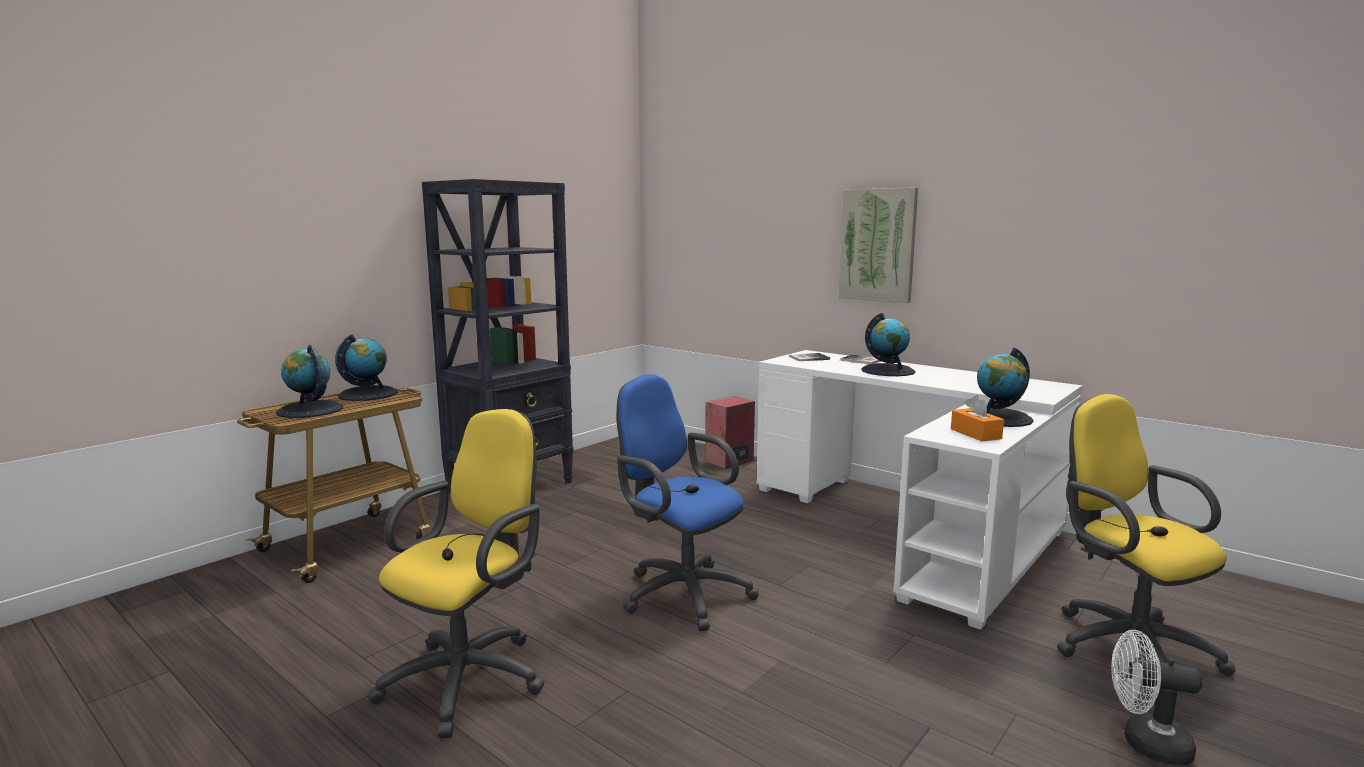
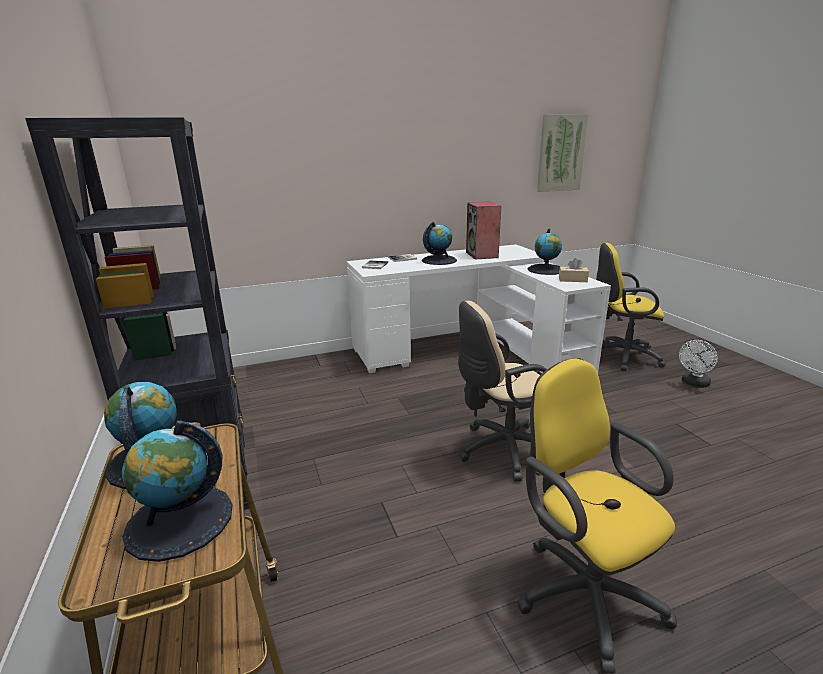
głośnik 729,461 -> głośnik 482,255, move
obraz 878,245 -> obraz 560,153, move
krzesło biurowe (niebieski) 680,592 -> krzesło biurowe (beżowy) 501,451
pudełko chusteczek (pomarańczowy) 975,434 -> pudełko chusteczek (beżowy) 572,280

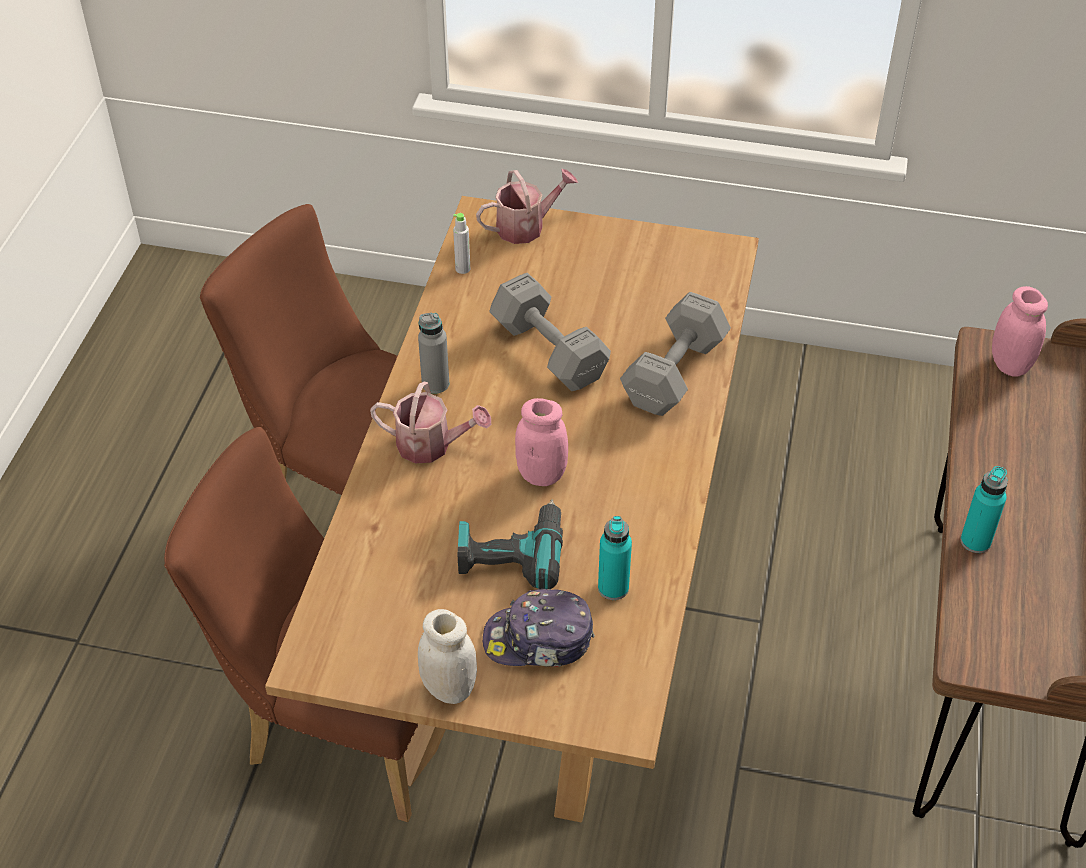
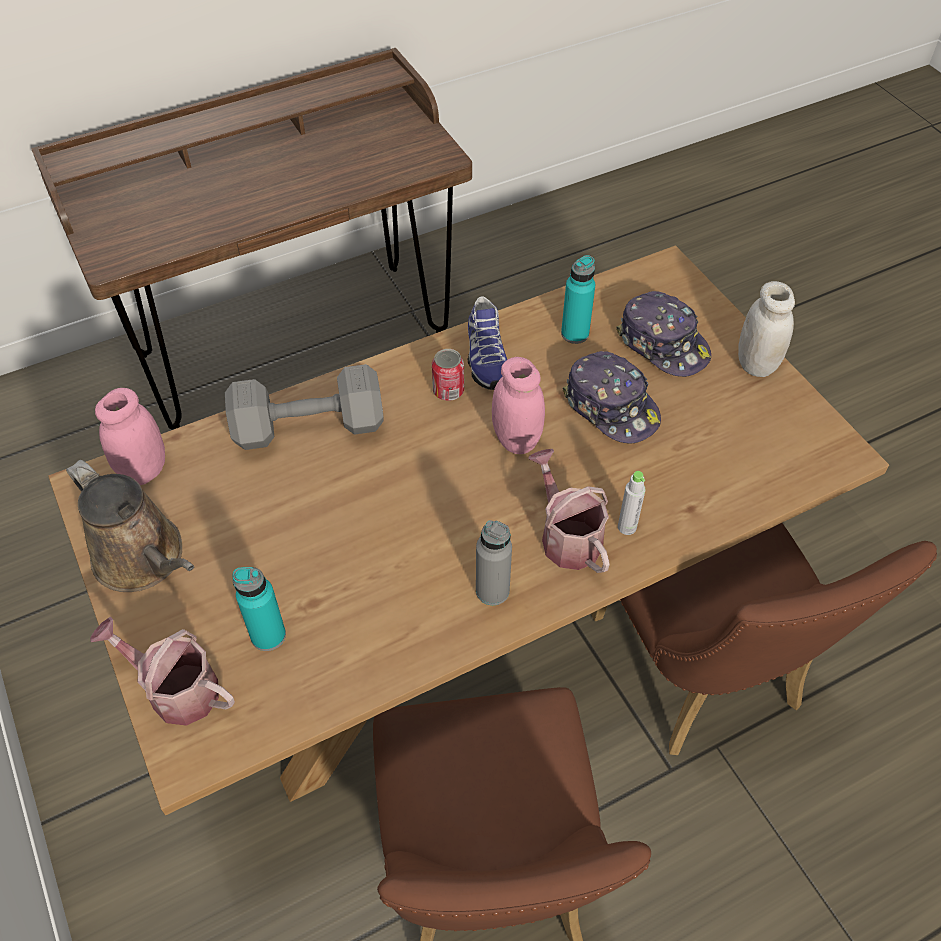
hantel (szary) 548,348 -> none
none -> konewka (brązowy) 144,559
none -> puszka 448,391
none -> but 485,359
butelka (szary) 462,269 -> butelka (szary) 627,527, move
butelka (turkusowy) 975,541 -> butelka (turkusowy) 268,635, move
słoik (różowy) 1010,364 -> słoik (różowy) 144,470, move
wiertarka 511,552 -> czapka z daszkiem 611,407

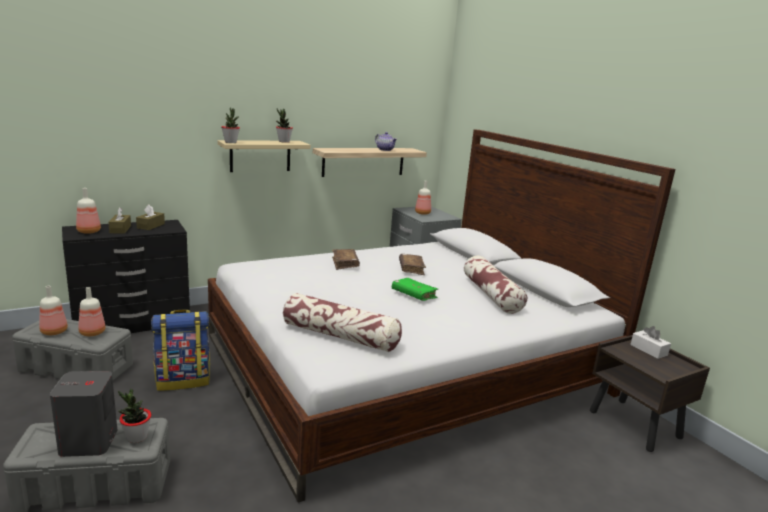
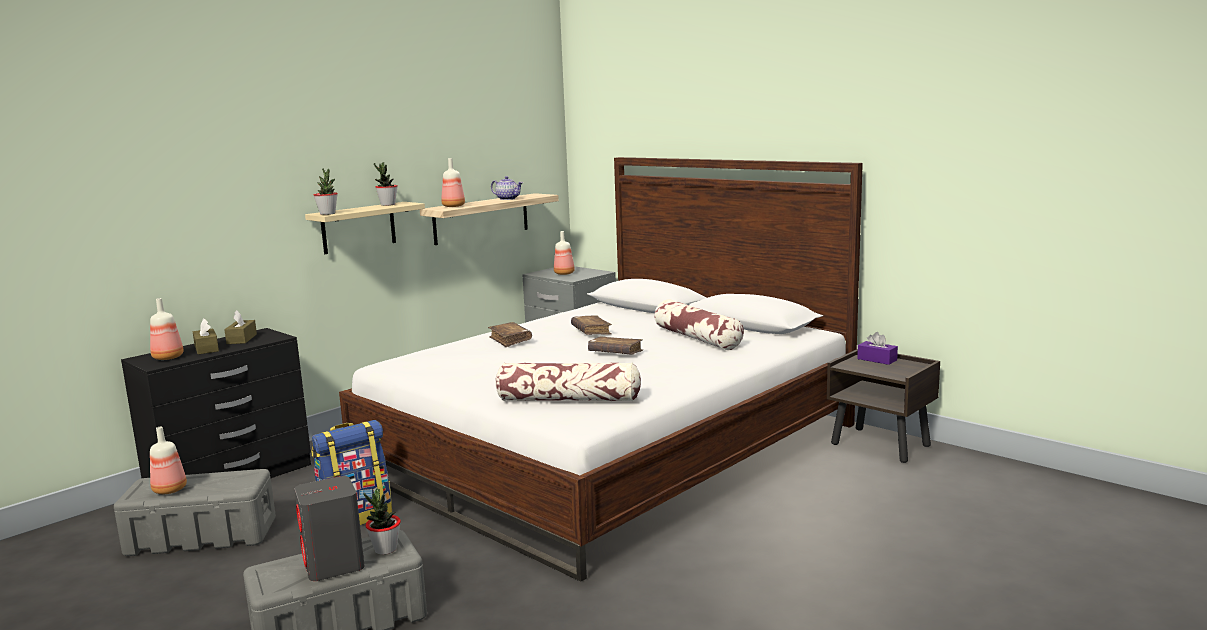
butelka 92,333 -> butelka 453,206, move
książka (zielony) 413,295 -> książka (brązowy) 615,353
pudełko chusteczek (biały) 648,350 -> pudełko chusteczek (fioletowy) 877,359

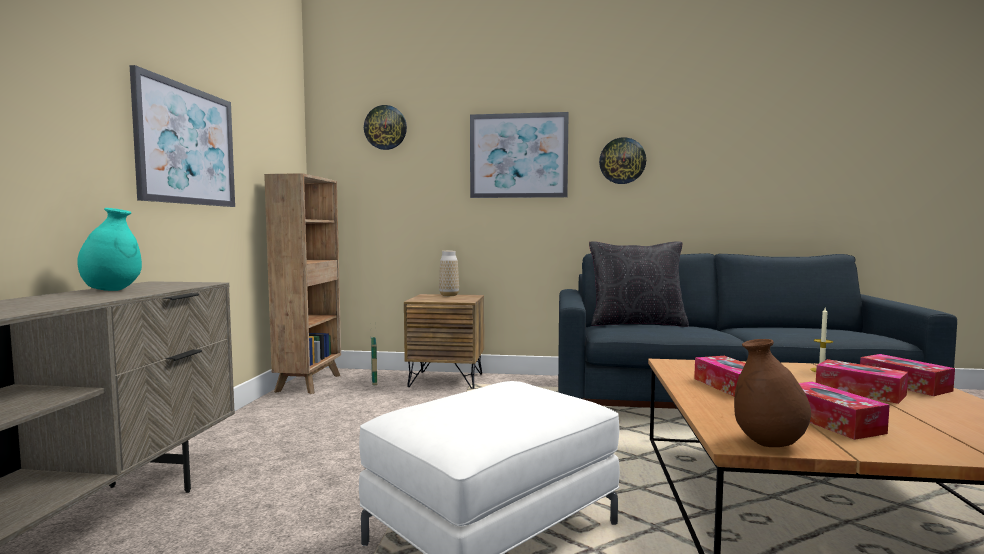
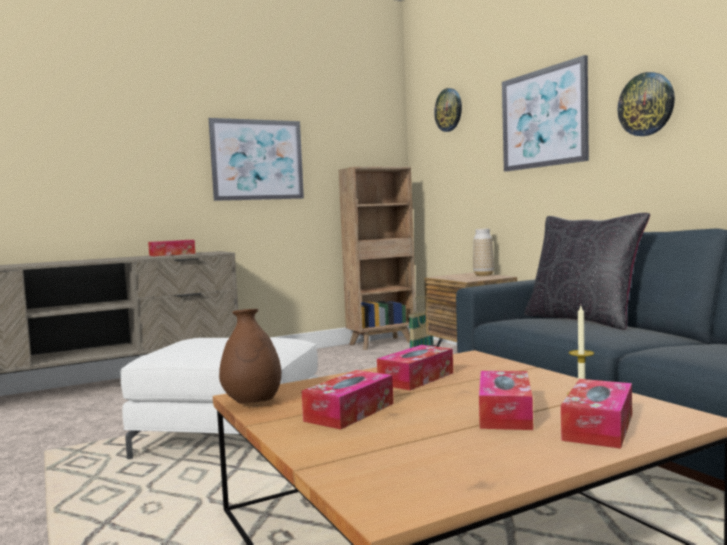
wazon (turkusowy) 112,290 -> pudełko chusteczek 172,254

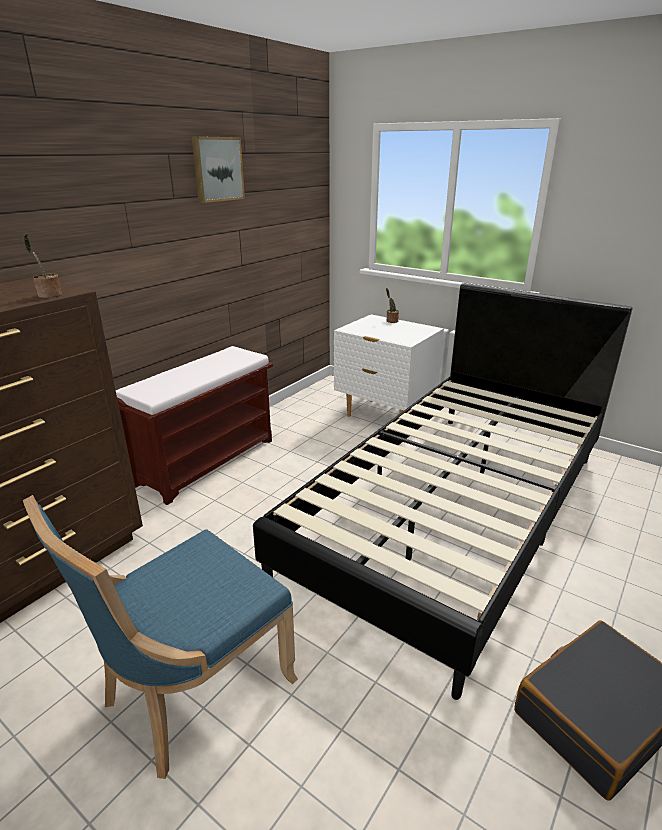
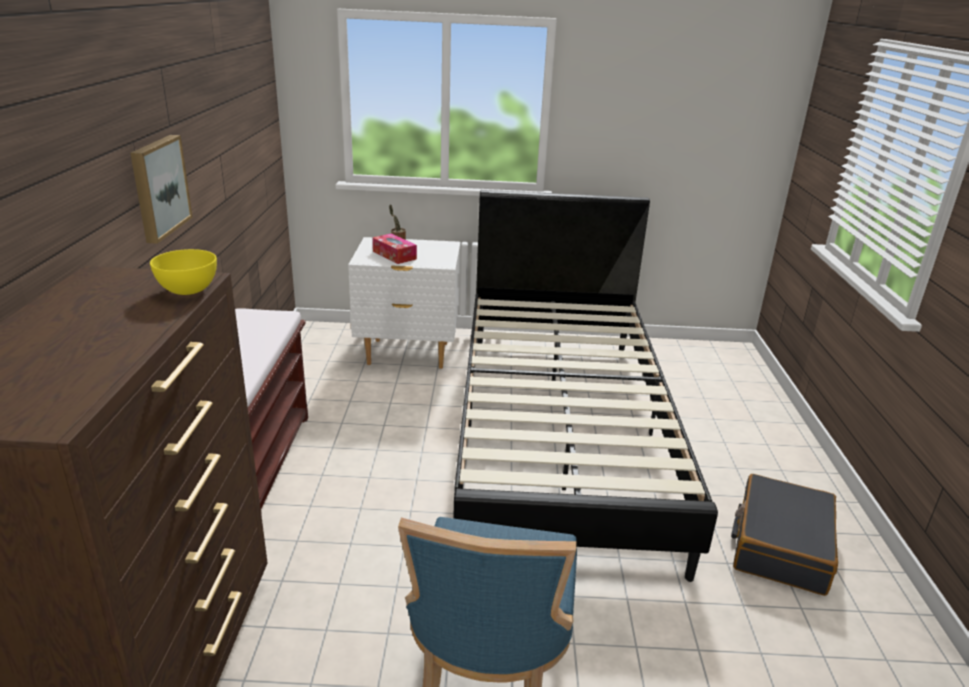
none -> pudełko chusteczek 394,255
obraz 217,169 -> obraz 158,187, move
roślina doniczkowa 49,295 -> miska (żółty) 188,290

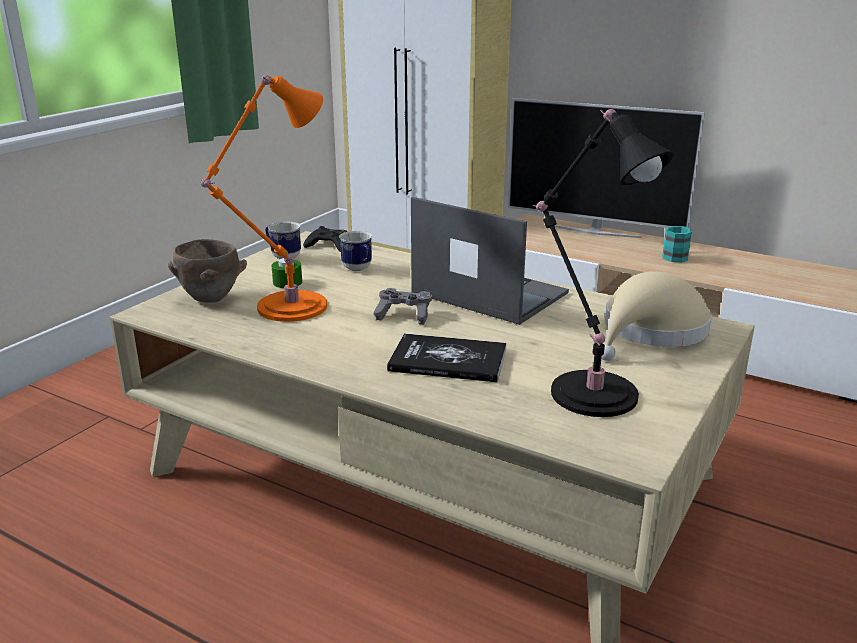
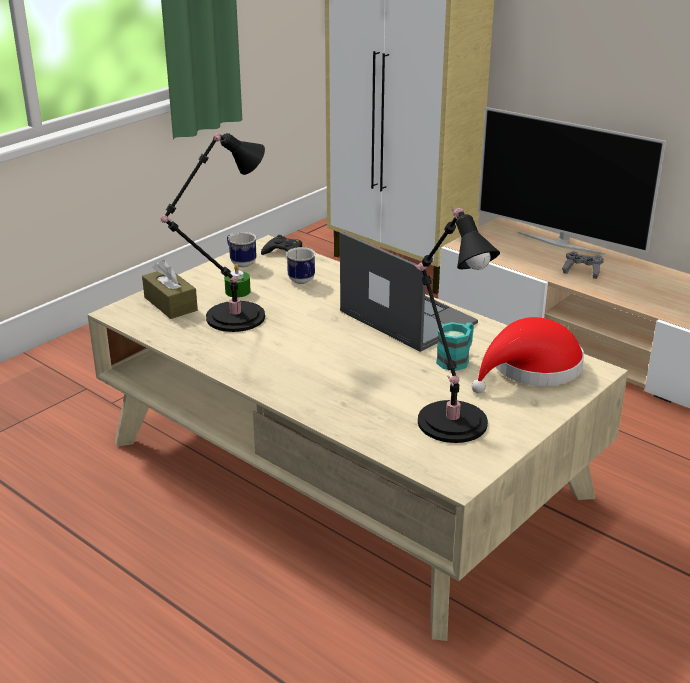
książka 448,360 -> none
pad do gier (szary) 404,315 -> pad do gier (szary) 582,271, move
kubek (turkusowy) 676,256 -> kubek (turkusowy) 456,359, move
miska (brązowy) 211,299 -> pudełko chusteczek (brązowy) 170,304
lampa stołowa (pomarańczowy) 286,308 -> lampa stołowa (czarny) 230,318
kapelusz (beżowy) 651,332 -> kapelusz (czerwony) 531,369

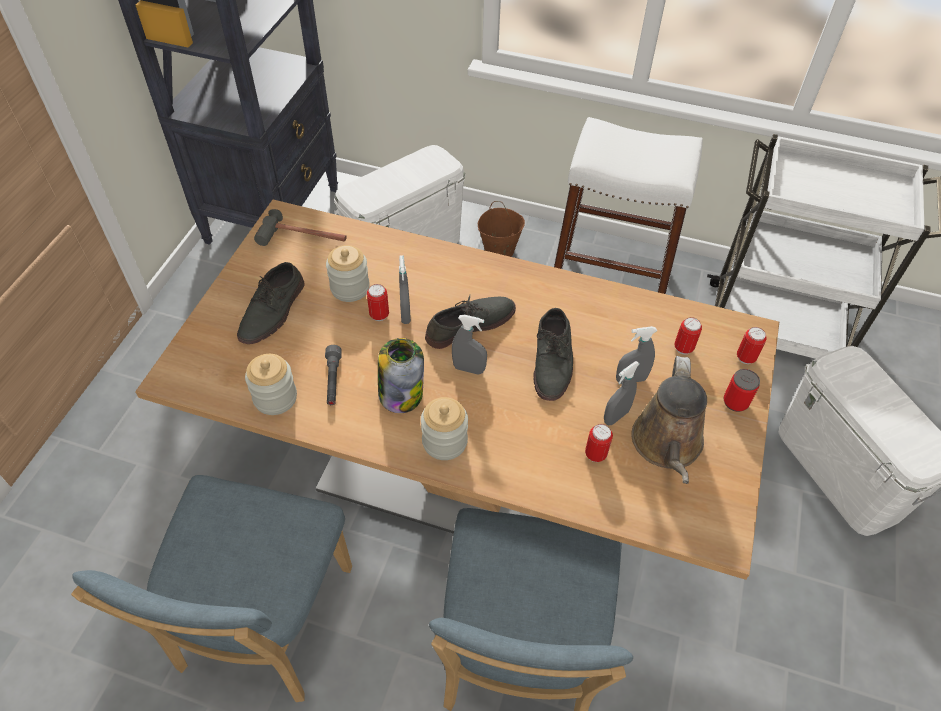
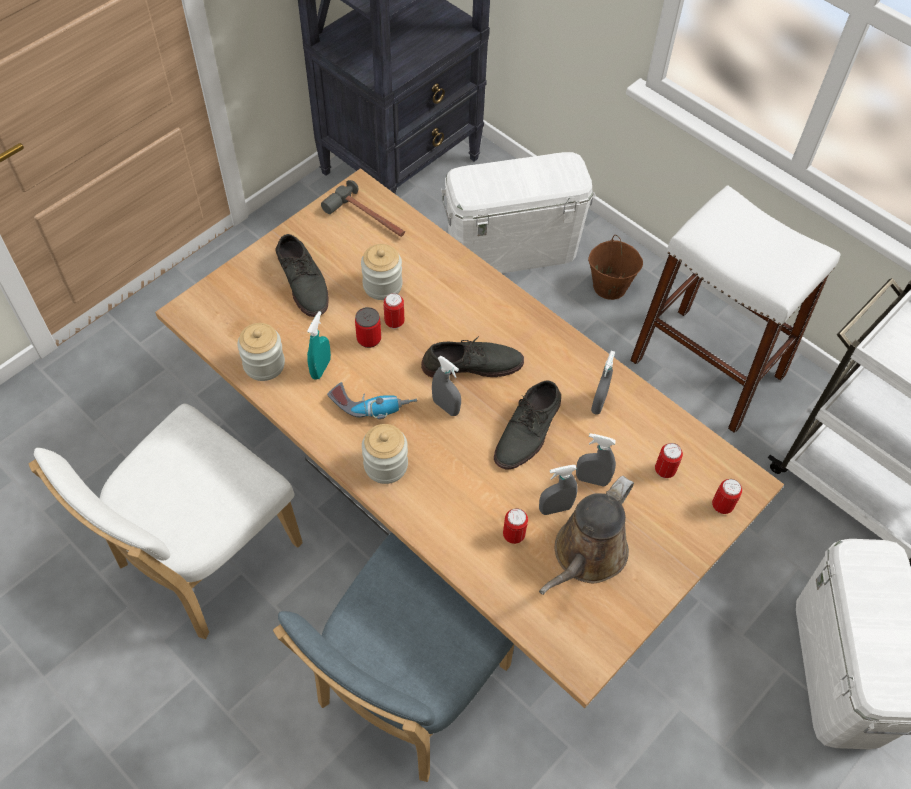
spryskiwacz (szary) 405,314 -> spryskiwacz (szary) 598,403, move
puszka 735,402 -> puszka 369,339, move
latarka (szary) 333,380 -> spryskiwacz (turkusowy) 321,368
słoik 401,393 -> wiertarka 372,404
krzesło (niebieski) 262,626 -> krzesło (biały) 202,559
but (szary) 273,311 -> but (szary) 304,281, 75 degrees counterclockwise

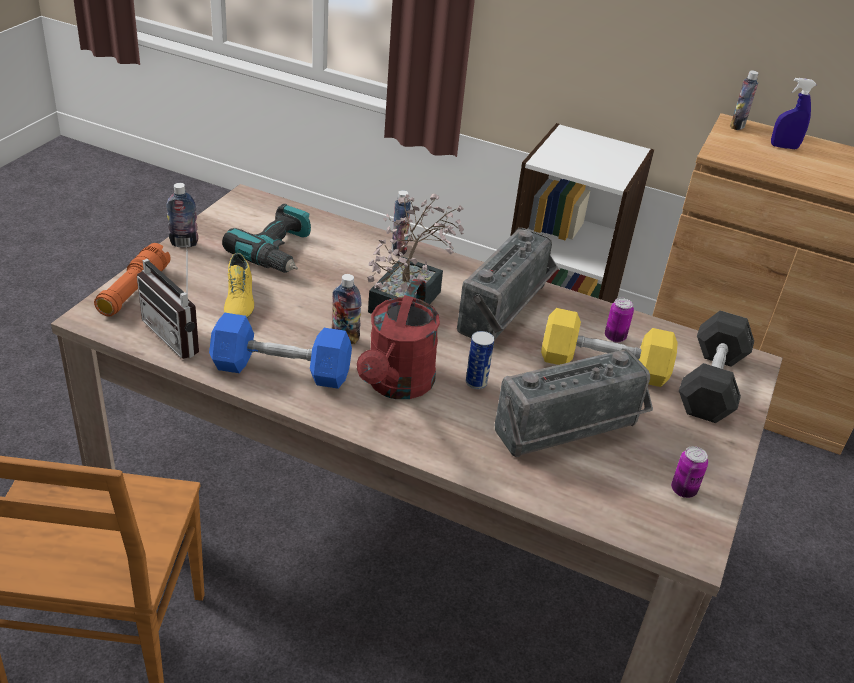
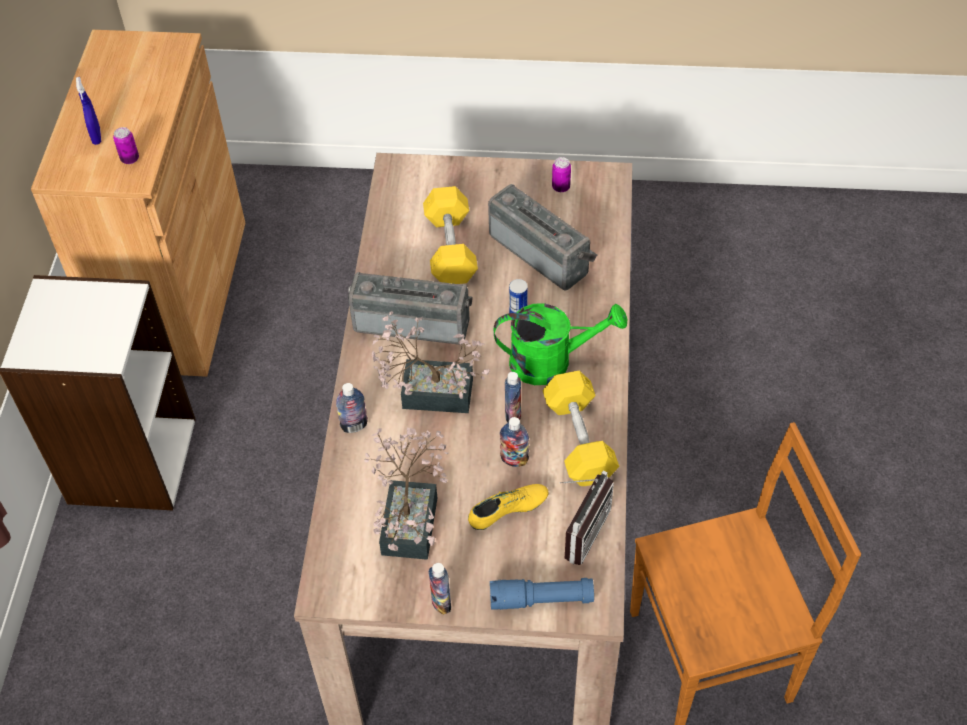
hantel (szary) 711,383 -> none
puszka 615,337 -> puszka 130,159, move
butelka 737,126 -> butelka 514,460, move
wiertarka 278,252 -> roślina doniczkowa 412,517
latarka (pomarańczowy) 134,291 -> latarka (niebieski) 541,599
hantel (niebieski) 281,370 -> hantel (żółty) 579,440
konewka (czerwony) 397,385 -> konewka (zielony) 551,361

